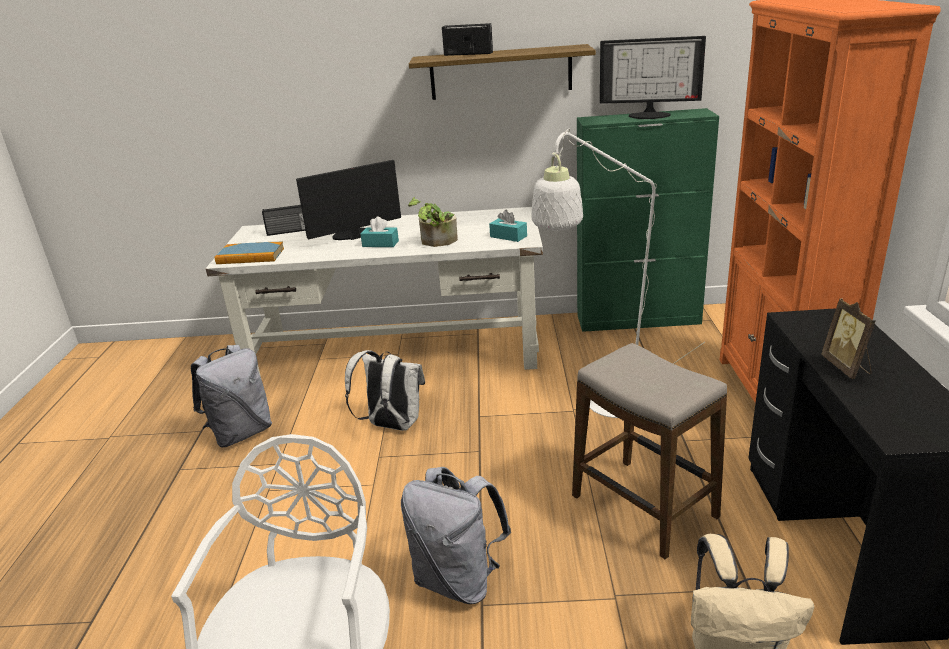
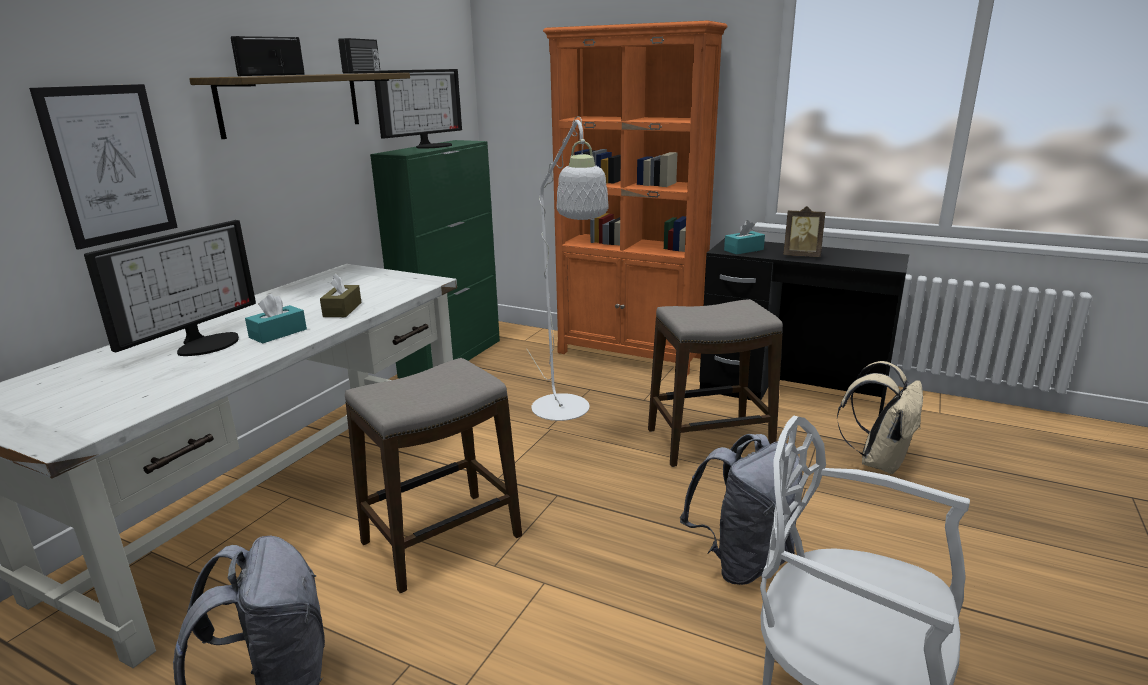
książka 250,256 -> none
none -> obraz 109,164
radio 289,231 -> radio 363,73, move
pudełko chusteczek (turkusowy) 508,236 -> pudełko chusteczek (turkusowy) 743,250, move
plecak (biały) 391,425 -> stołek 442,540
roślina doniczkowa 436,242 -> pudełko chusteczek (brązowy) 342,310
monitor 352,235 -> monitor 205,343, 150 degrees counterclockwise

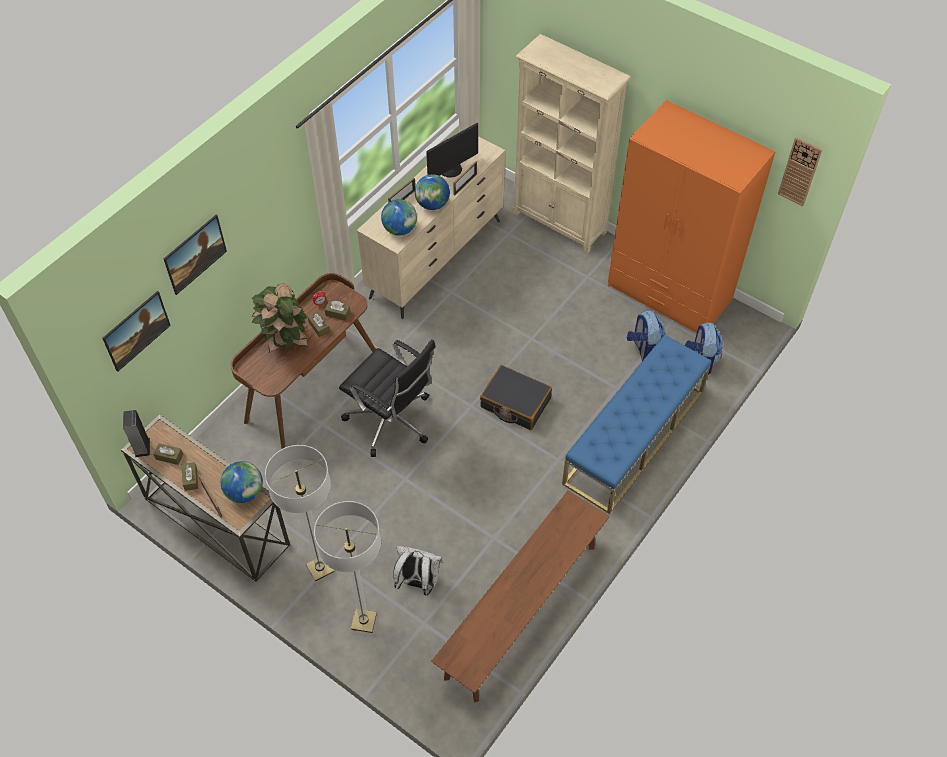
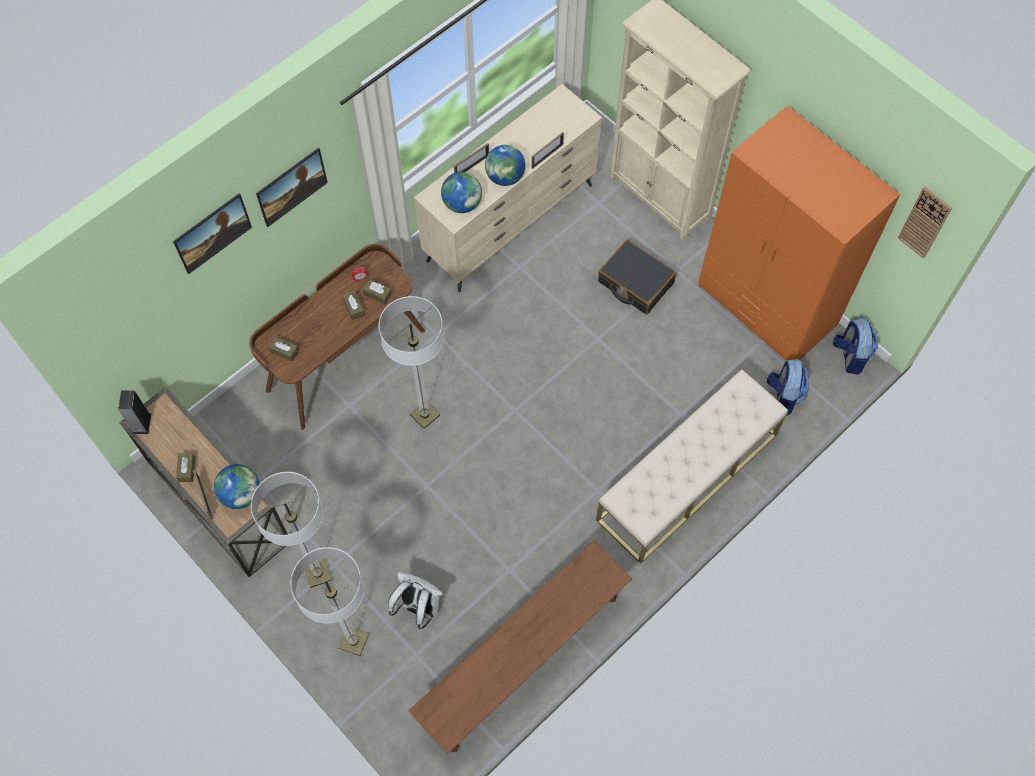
roślina doniczkowa 285,341 -> none
monitor 451,170 -> none
obraz 140,339 -> obraz 294,195, move
pudełko chusteczek (brązowy) 169,456 -> pudełko chusteczek (brązowy) 284,351, move
walizka (czarny) 515,403 -> walizka (czarny) 635,283, move
plecak 644,349 -> plecak 850,356, move
krzesło biurowe (czarny) 392,421 -> lampa stojąca 425,415
ławka (niebieski) 634,437 -> ławka (beżowy) 687,477

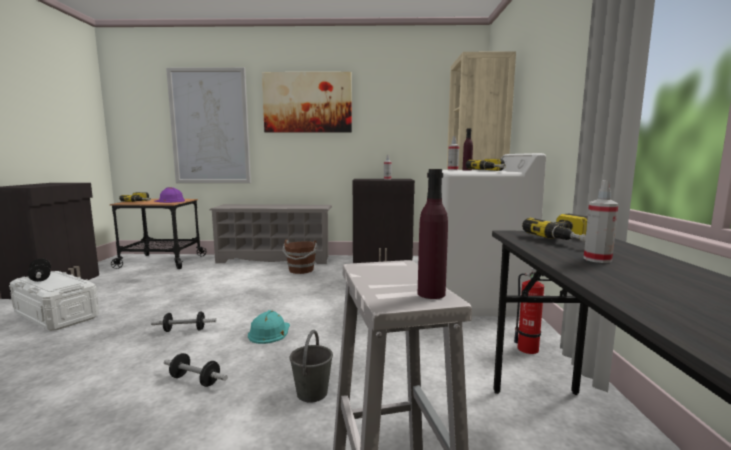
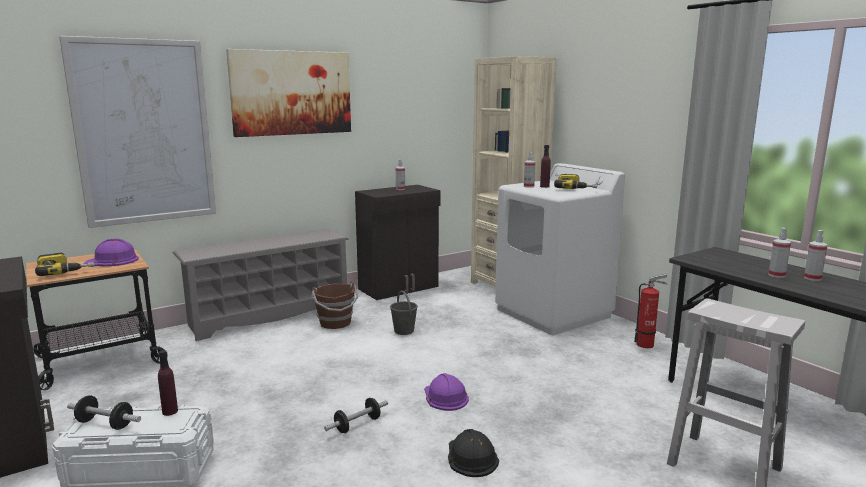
wiertarka 571,240 -> none
none -> spryskiwacz 812,278
wiadro (szary) 312,393 -> wiadro (szary) 404,331, move
butelka (fioletowy) 431,294 -> butelka (fioletowy) 170,411, move
hantel 195,380 -> kask (czarny) 471,457
kask (turkusowy) 269,332 -> kask (fioletowy) 445,397

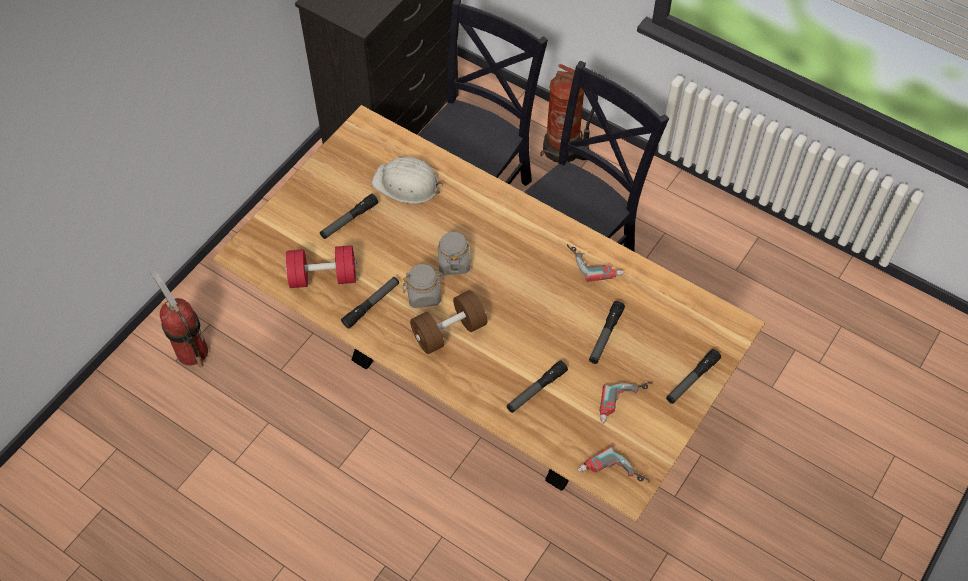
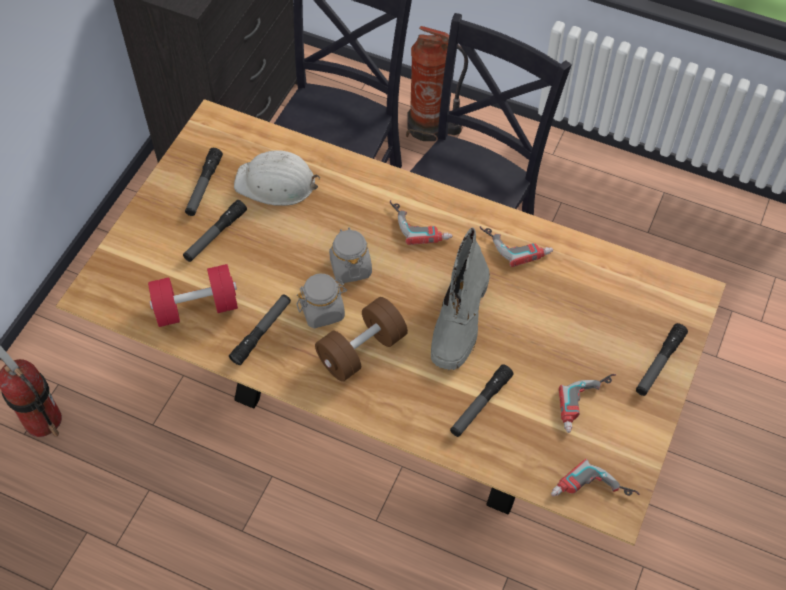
none -> wiertarka 420,223
none -> but z cholewką (szary) 459,321
latarka 605,335 -> latarka 204,186, move

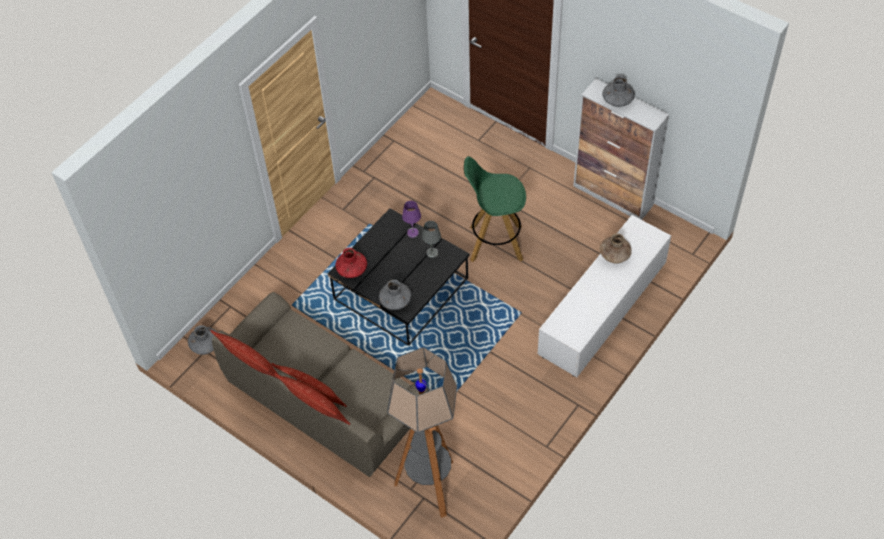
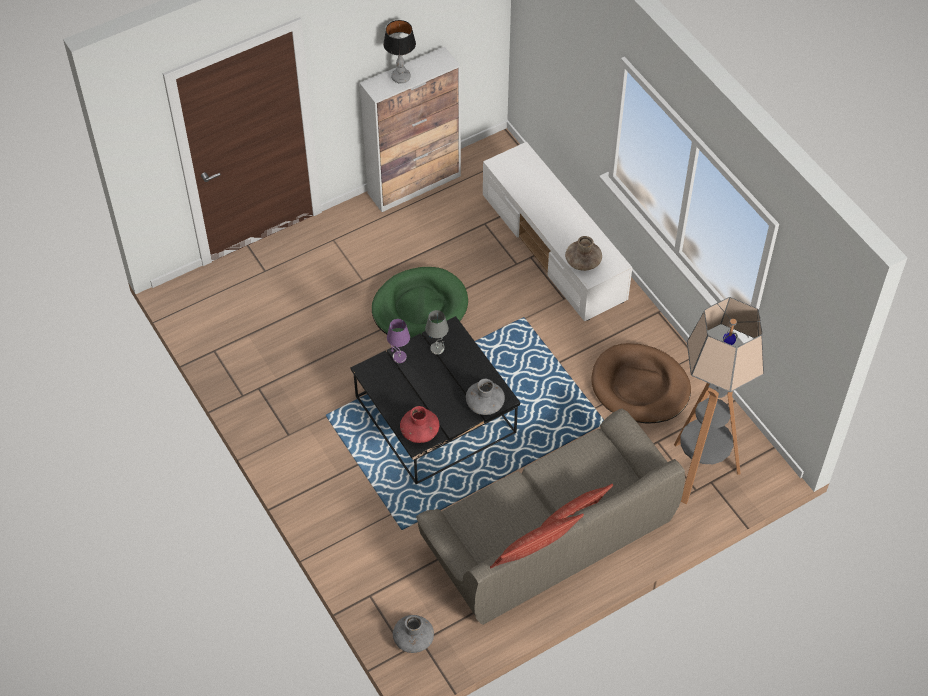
poduszka 315,408 -> none
none -> legowisko (brązowy) 640,387
wazon (brązowy) 614,254 -> wazon (brązowy) 583,261, move
stołek (zielony) 495,243 -> legowisko (zielony) 419,307
wazon (szary) 617,100 -> lampa stołowa 401,77

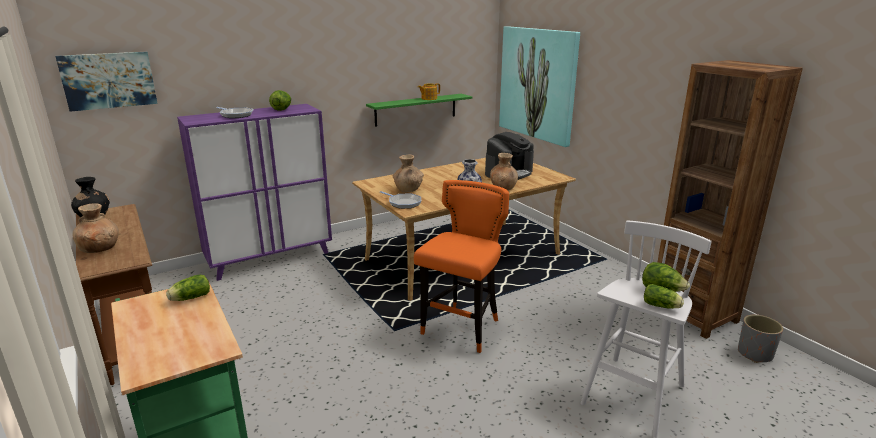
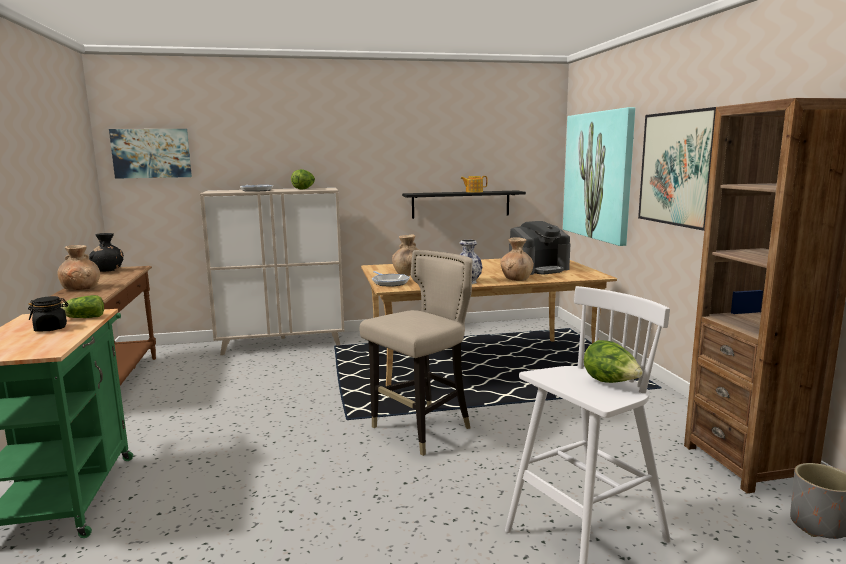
sałata 662,306 -> none
none -> słoik (czarny) 51,328
none -> obraz 678,168
szafka (fioletowy) 270,259 -> szafka (beżowy) 282,344
półka (zielony) 416,109 -> półka (czarny) 461,204
stołek (pomarańczowy) 462,329 -> stołek (beżowy) 422,430

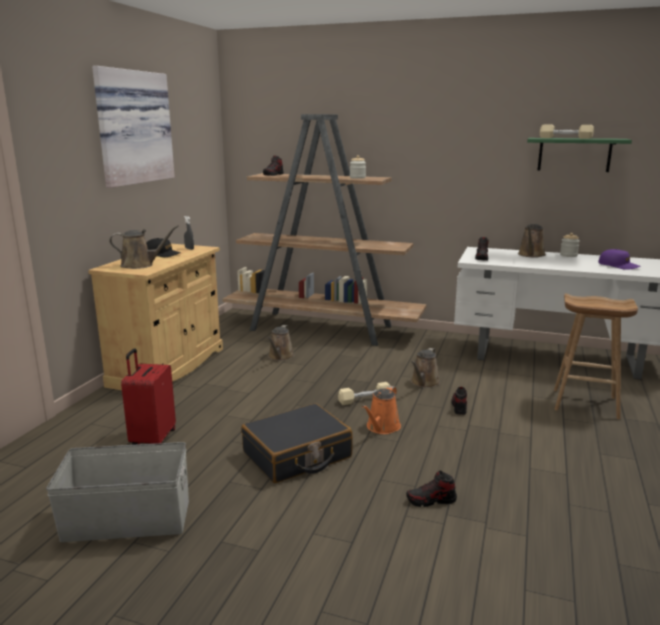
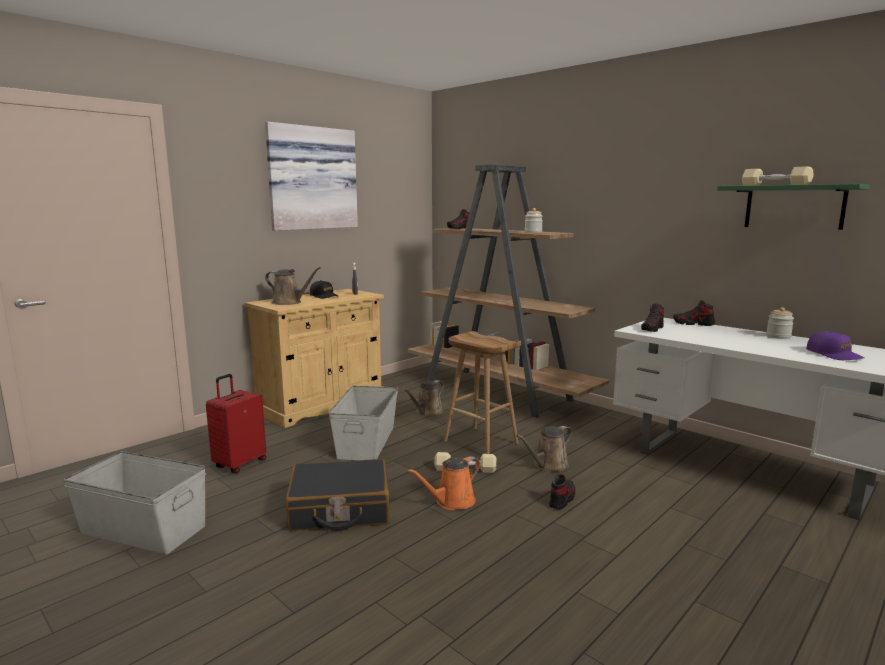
konewka (brązowy) 531,255 -> none
none -> pojemnik do przechowywania (szary) 367,442
but 431,500 -> but 693,324, move
stołek (brązowy) 584,404 -> stołek (brązowy) 479,442, move

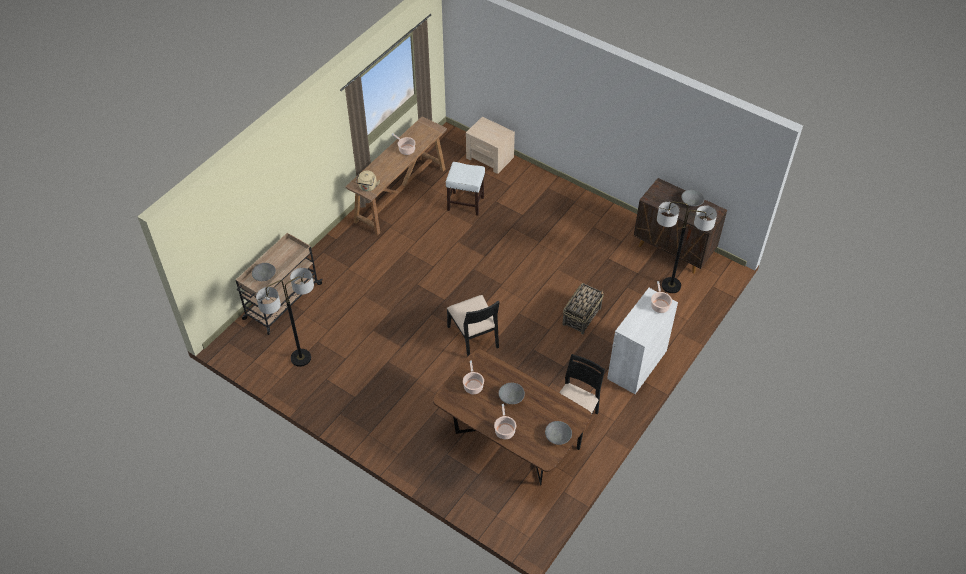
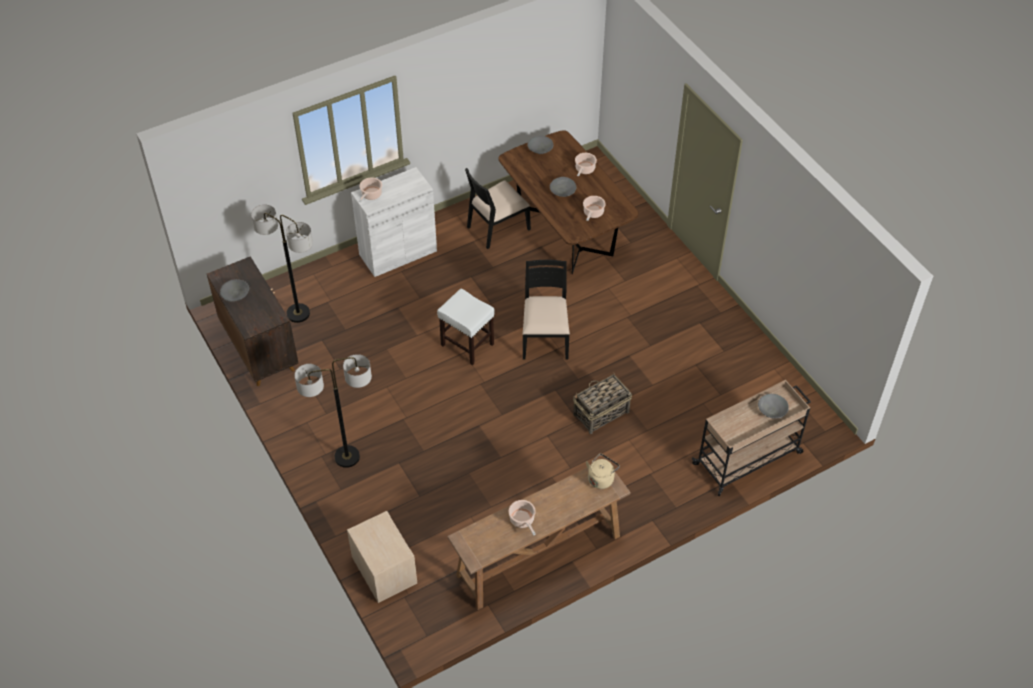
lampa stojąca 301,358 -> lampa stojąca 347,457, move
stołek (biały) 466,203 -> stołek (biały) 466,344, move
koszyk 582,316 -> koszyk 600,413, move

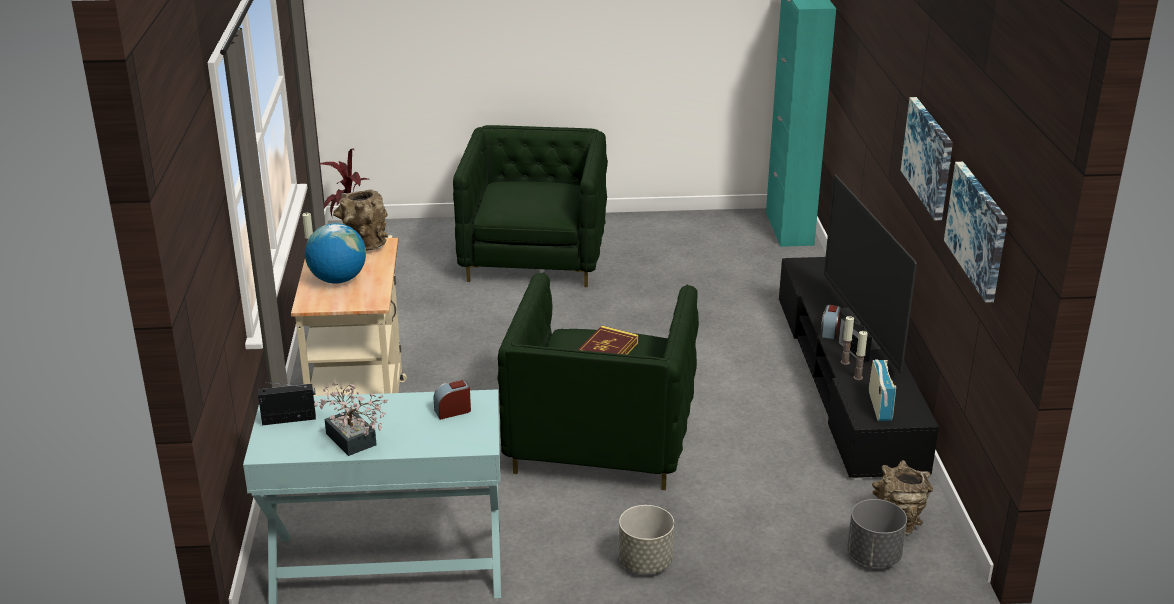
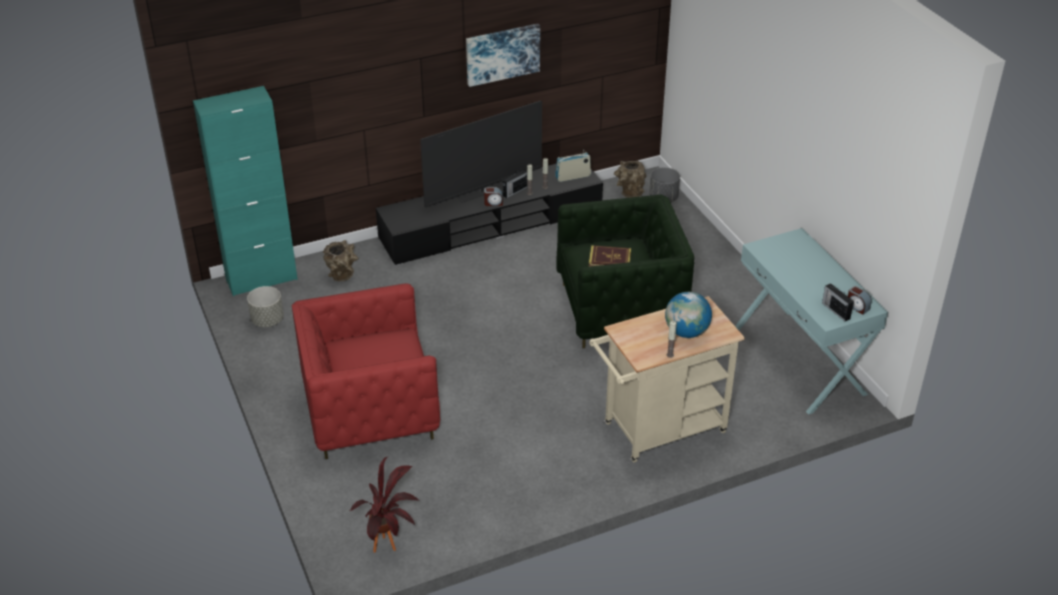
roślina doniczkowa 353,442 -> none
obraz 979,229 -> none
wazon (brązowy) 364,246 -> wazon (brązowy) 342,277, move
budzik 453,411 -> budzik 857,307, move
donica (szary) 645,562 -> donica (szary) 268,320, move
fotel (zielony) 534,257 -> fotel (czerwony) 370,410

